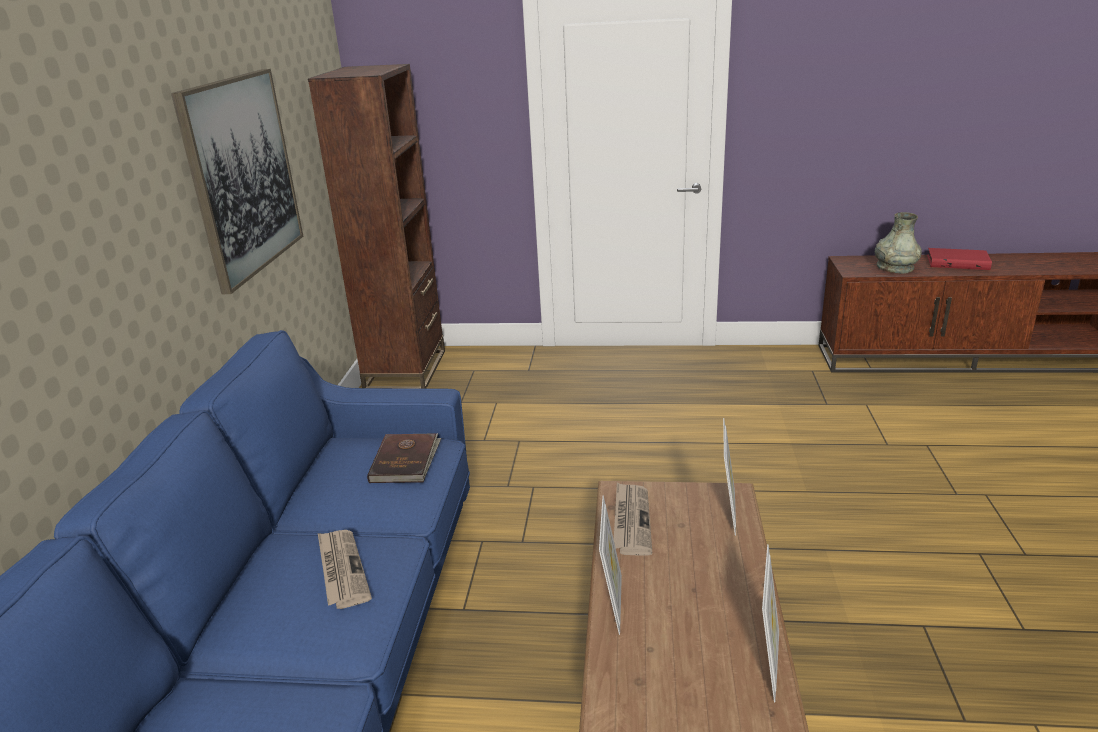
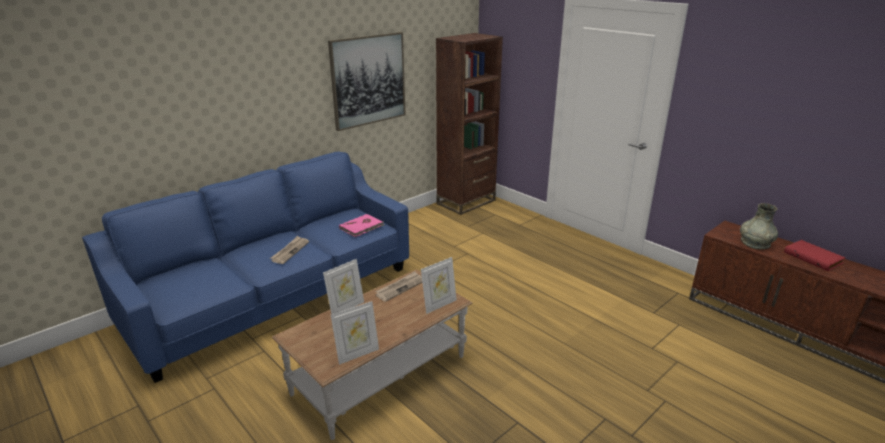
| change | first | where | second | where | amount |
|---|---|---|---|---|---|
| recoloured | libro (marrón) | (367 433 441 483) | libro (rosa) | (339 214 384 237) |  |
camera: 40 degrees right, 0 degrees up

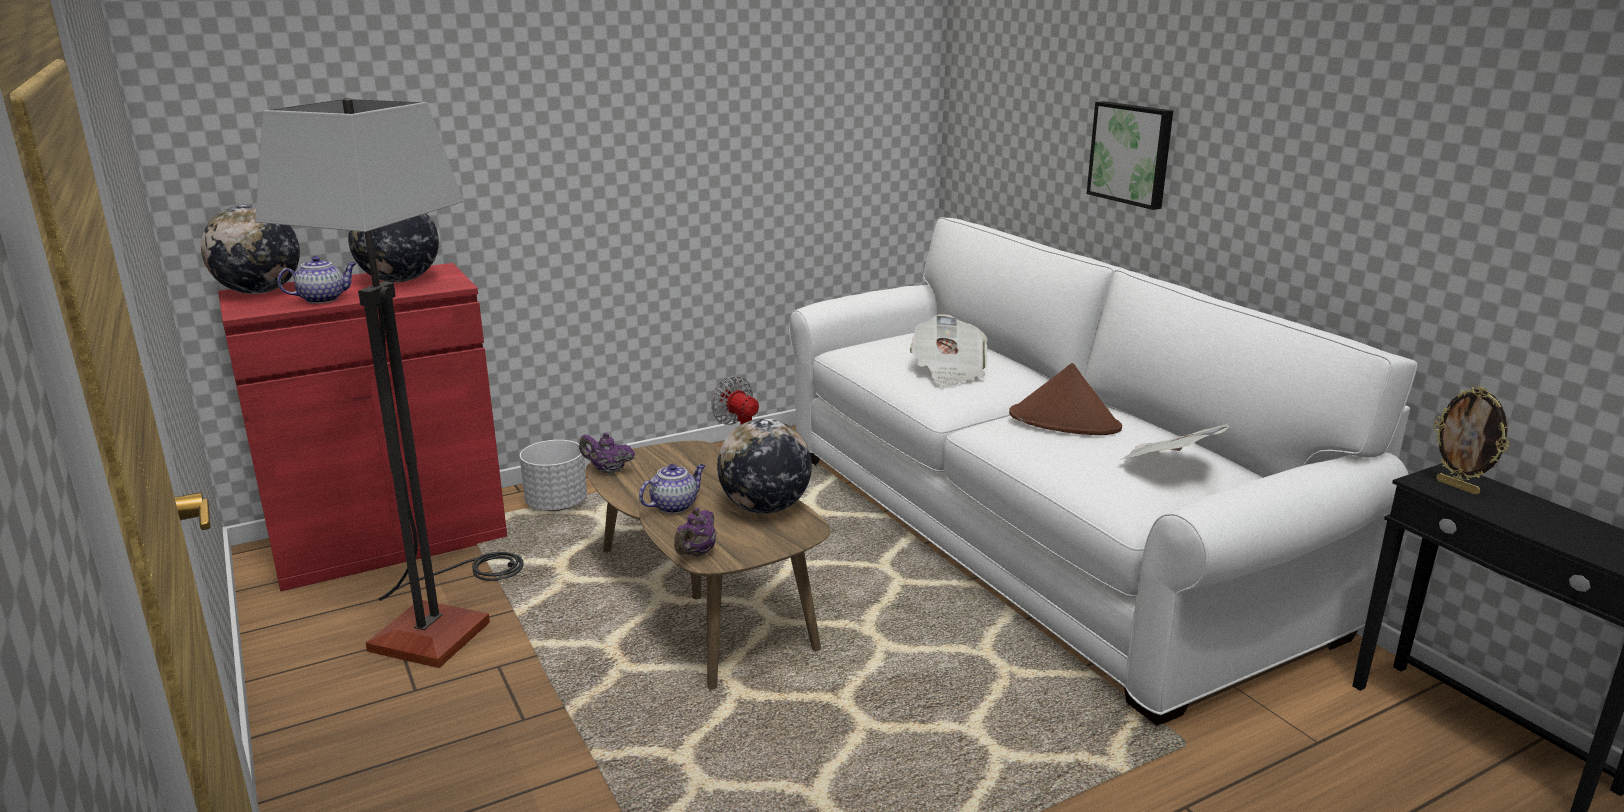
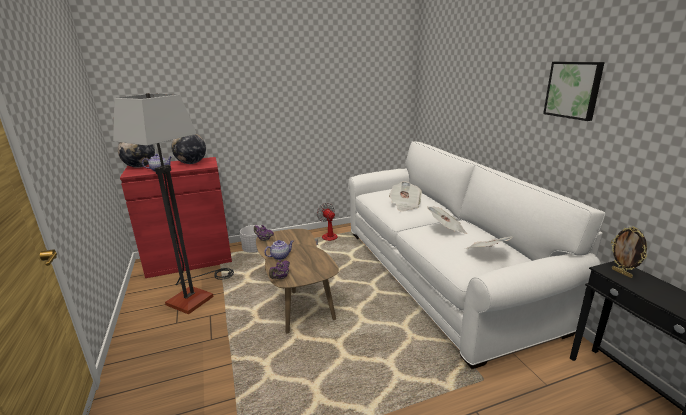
| change | first | where | second | where | amount |
|---|---|---|---|---|---|
| removed | globo terráqueo | (717 418 812 514) |  |  |  |
| replaced | sombrero (marrón) | (1009 363 1122 435) | periódico | (427 206 468 234) |  |
| moved | cuadro | (1087 101 1173 210) |  | (543 62 605 121) |  |
camera: 10 degrees right, 0 degrees up

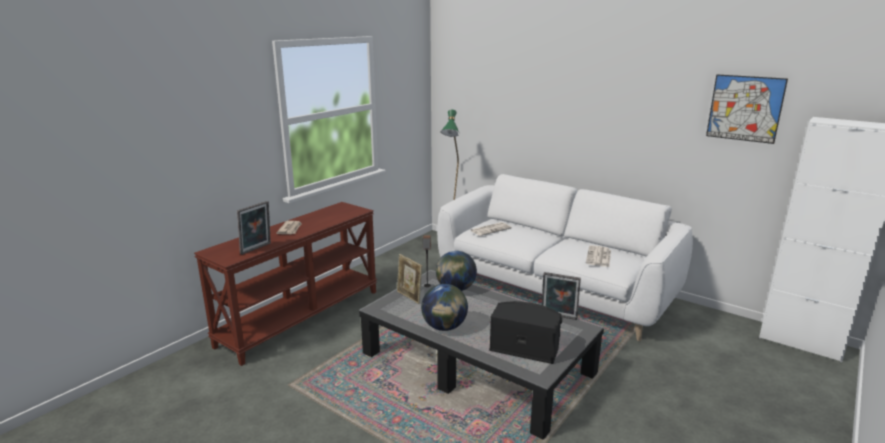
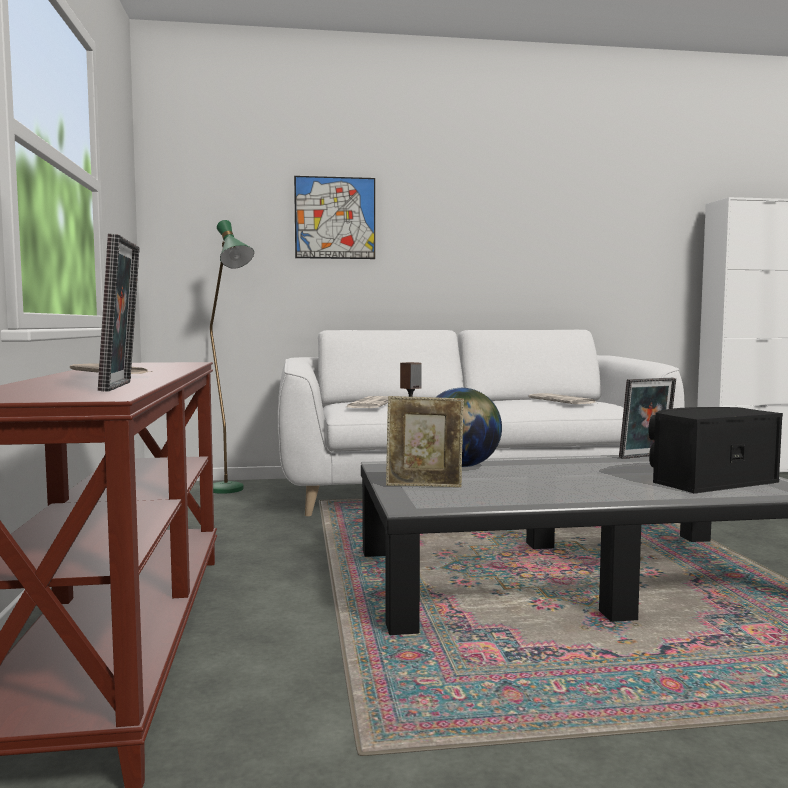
| change | first | where | second | where | amount |
|---|---|---|---|---|---|
| removed | globo terráqueo | (421 284 468 331) |  |  |  |
| moved | cuadro | (706 74 788 144) |  | (294 176 375 259) |  |
camera: 45 degrees left, 15 degrees down

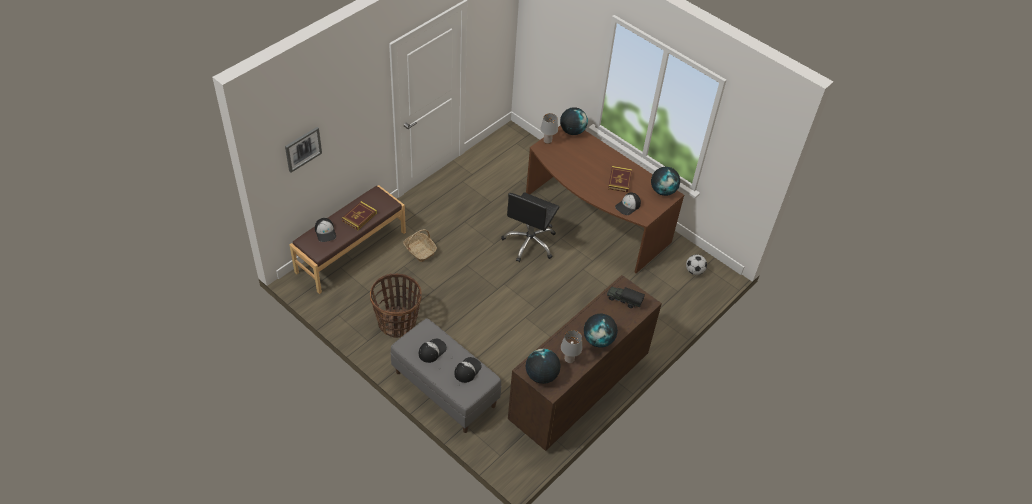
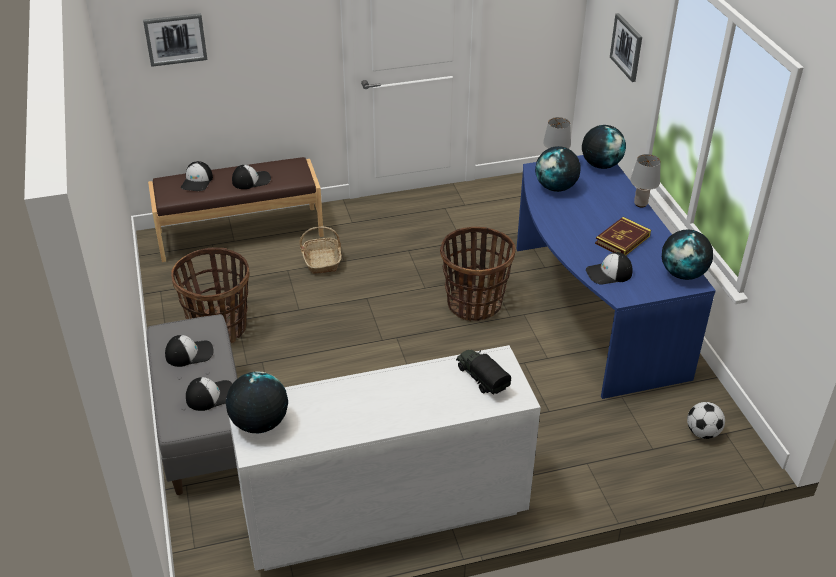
| change | first | where | second | where | amount |
|---|---|---|---|---|---|
| replaced | libro | (342 201 377 230) | gorra | (232 165 271 189) |  |
| replaced | silla de oficina (negro) | (501 192 559 262) | cesta | (440 227 515 321) |  |
| recoloured | cómoda (marrón) | (508 275 662 451) | cómoda (blanco) | (229 345 541 571) |  |
| recoloured | escritorio (marrón) | (526 125 684 273) | escritorio (azul) | (516 155 716 399) |  |
| moved | lámpara de mesa (gris) | (561 330 582 363) |  | (630 154 661 207) |  |
| moved | globo terráqueo | (584 314 618 347) |  | (535 146 581 192) |  |
| added |  |  | cuadro | (610 13 642 82) |  |
camera: 35 degrees right, 10 degrees down

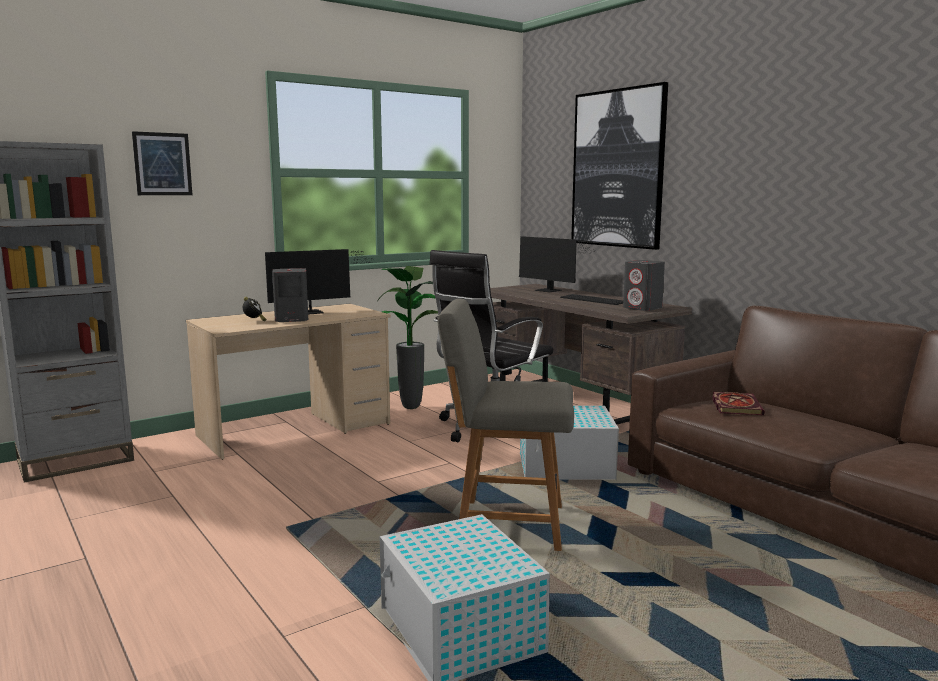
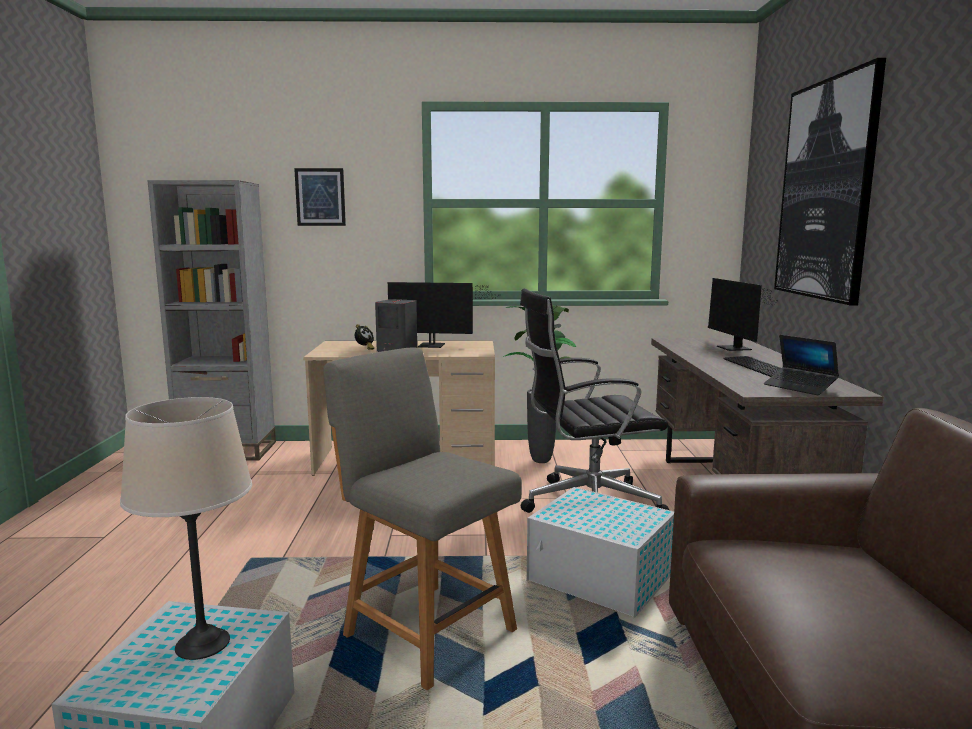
| change | first | where | second | where | amount |
|---|---|---|---|---|---|
| replaced | altavoz (gris) | (623 260 665 311) | portátil | (764 335 839 395) |  |
| removed | libro | (712 392 765 415) |  |  |  |
| added |  |  | lámpara de mesa (beis) | (120 397 252 660) |  |
camera: 35 degrees right, 0 degrees up

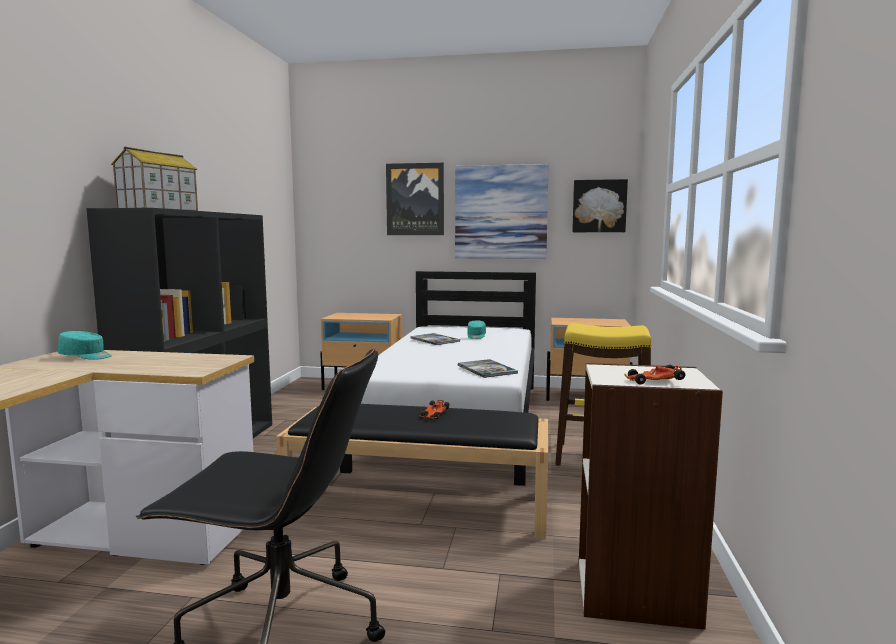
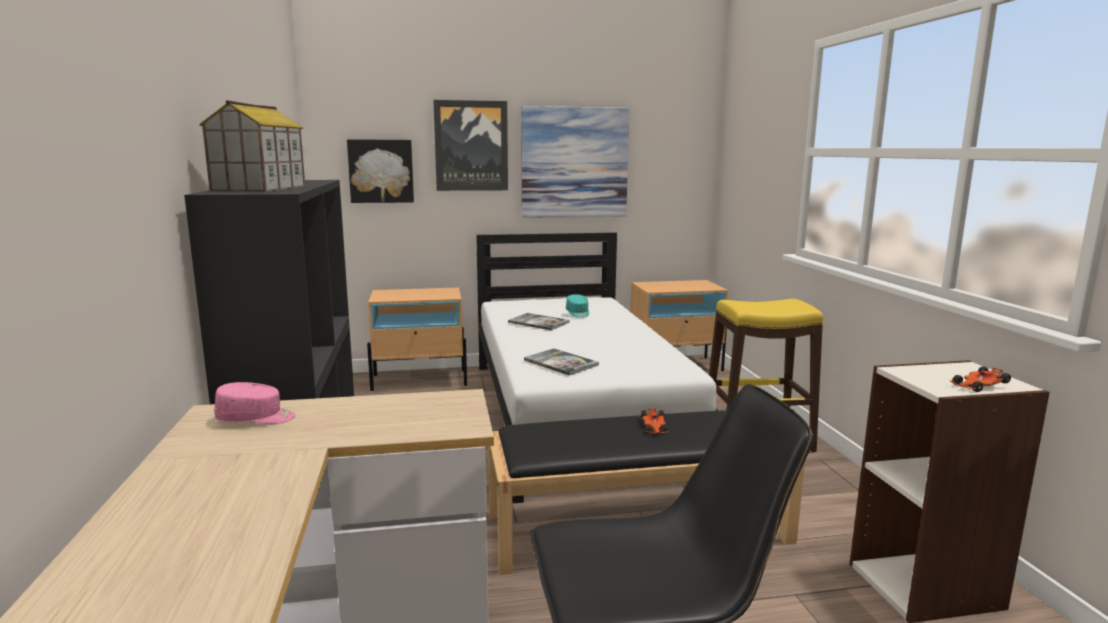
| change | first | where | second | where | amount |
|---|---|---|---|---|---|
| recoloured | gorra (turquesa) | (58 331 112 360) | gorra (rosa) | (214 382 296 424) |  |
| moved | libro | (458 359 518 378) |  | (524 348 599 375) |  |
| moved | cuadro | (572 179 628 232) |  | (347 139 414 203) |  |
camera: 20 degrees left, 5 degrees up

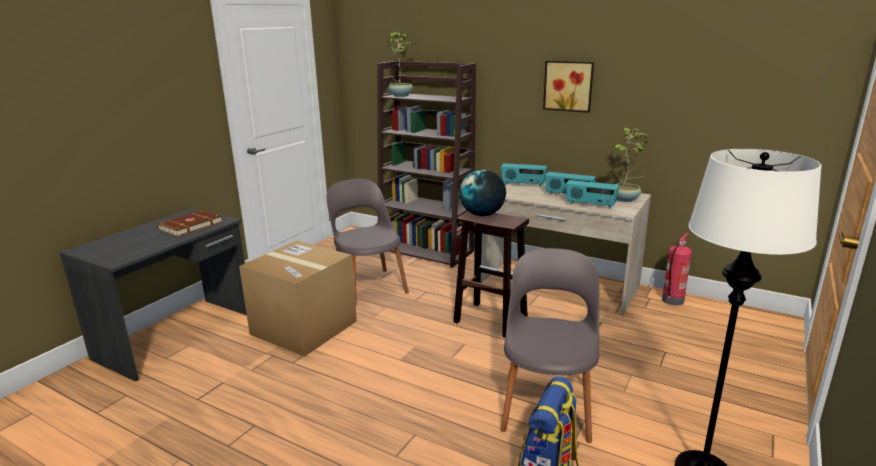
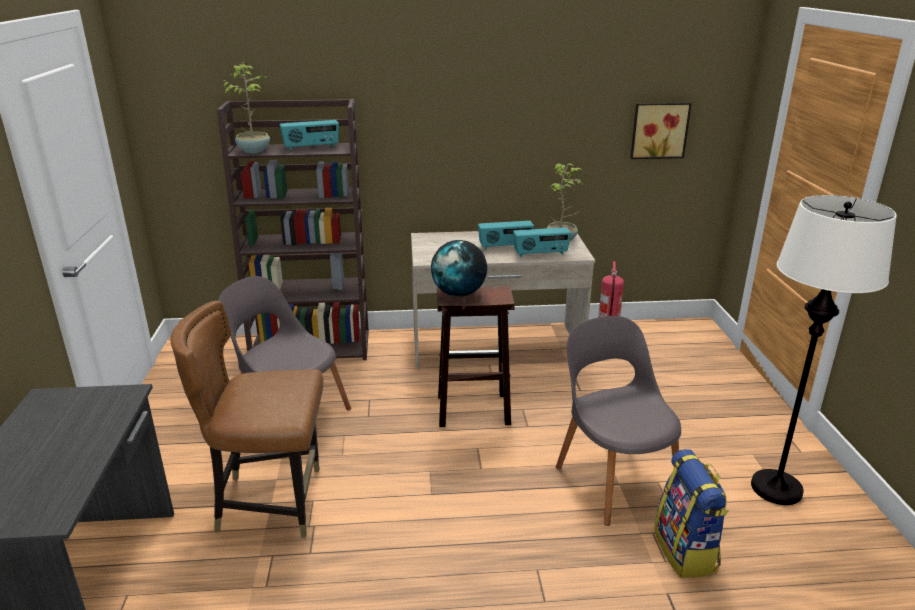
| change | first | where | second | where | amount |
|---|---|---|---|---|---|
| removed | libro (marrón) | (157 210 223 237) |  |  |  |
| replaced | caja de cartón | (239 241 357 356) | silla (marrón) | (170 301 323 538) |  |
| moved | radio | (501 163 547 187) |  | (280 120 339 151) |  |
| moved | cuadro | (543 61 594 113) |  | (630 103 692 159) |  |
camera: 35 degrees left, 5 degrees up

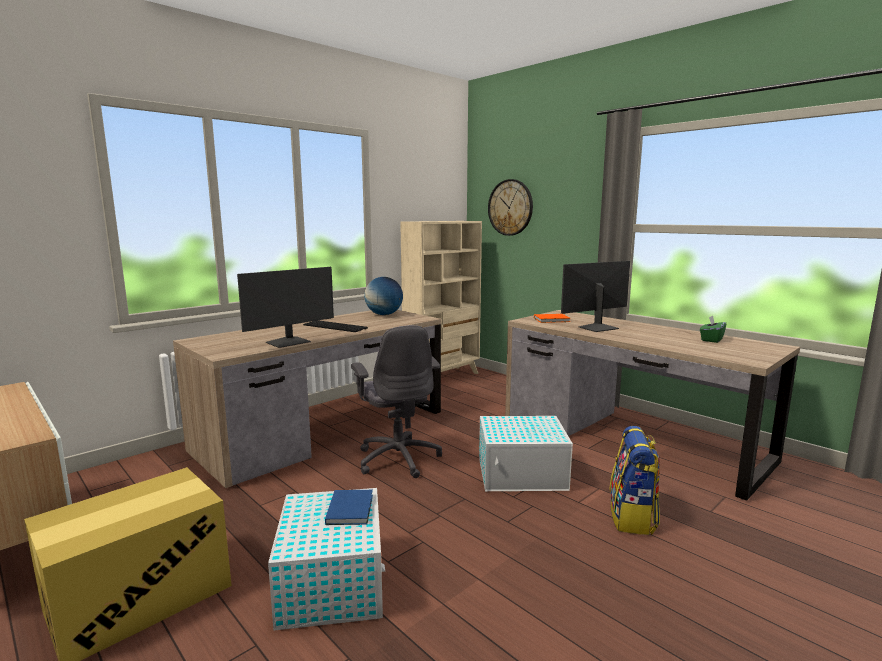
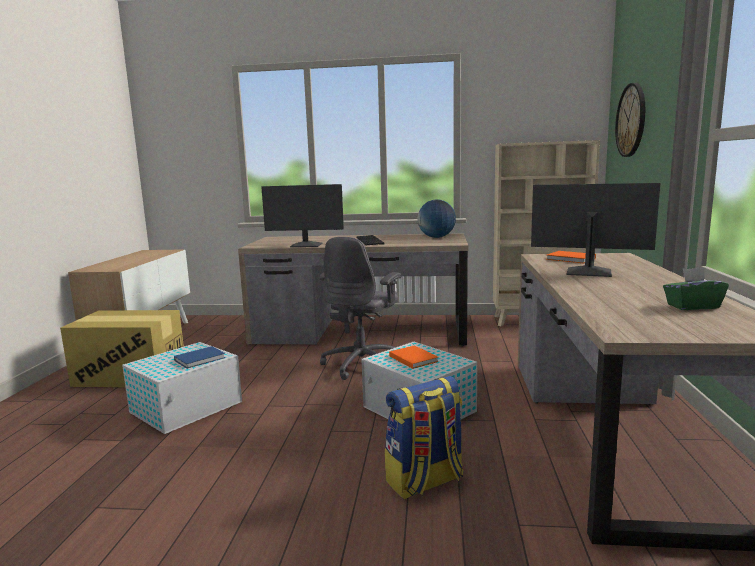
| change | first | where | second | where | amount |
|---|---|---|---|---|---|
| added |  |  | libro (naranja) | (389 345 439 369) |  |
camera: 50 degrees right, 0 degrees up

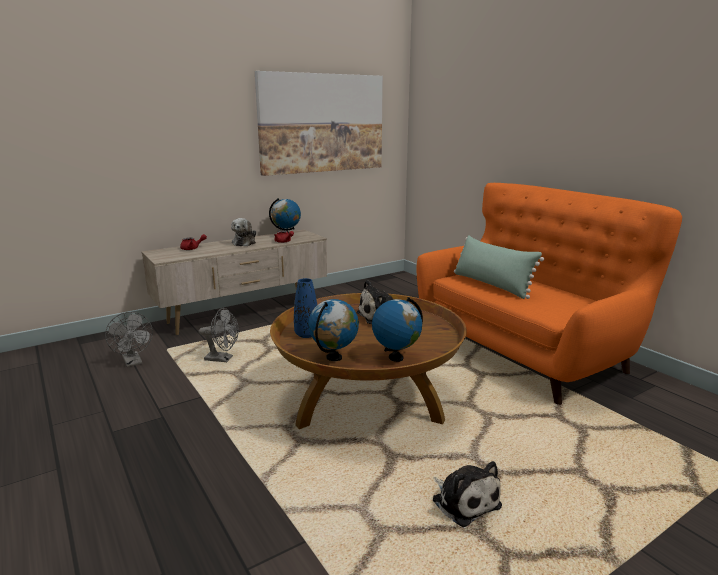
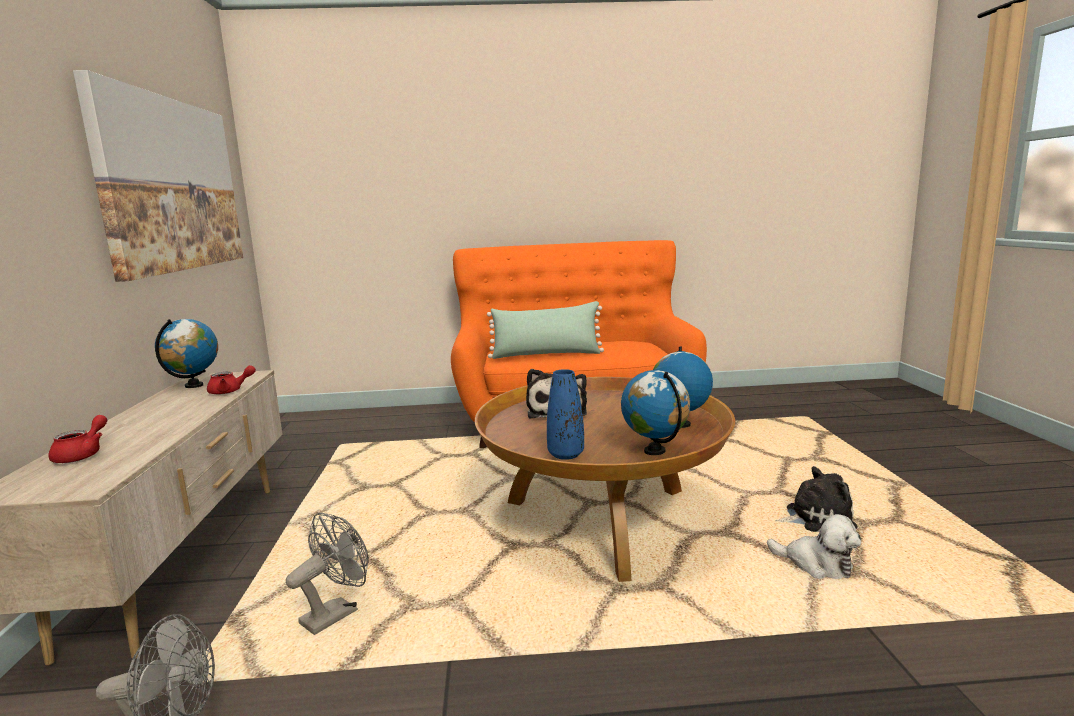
| change | first | where | second | where | amount |
|---|---|---|---|---|---|
| moved | peluche | (231 218 256 246) |  | (767 514 861 579) |  |
camera: 60 degrees left, 5 degrees down

